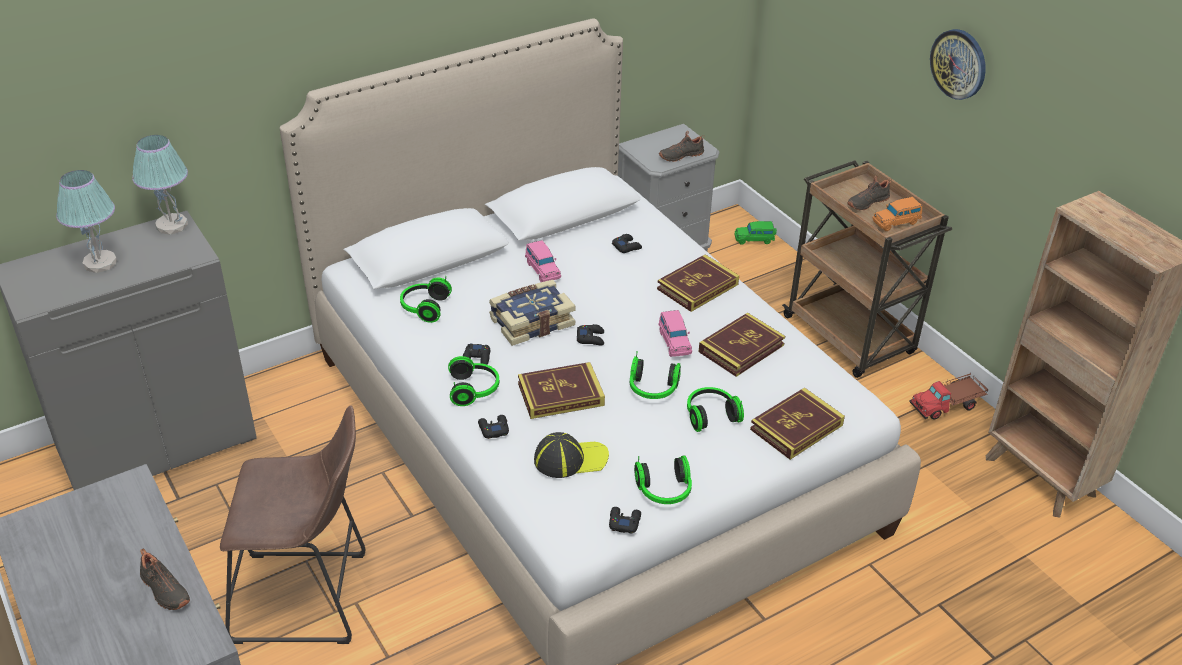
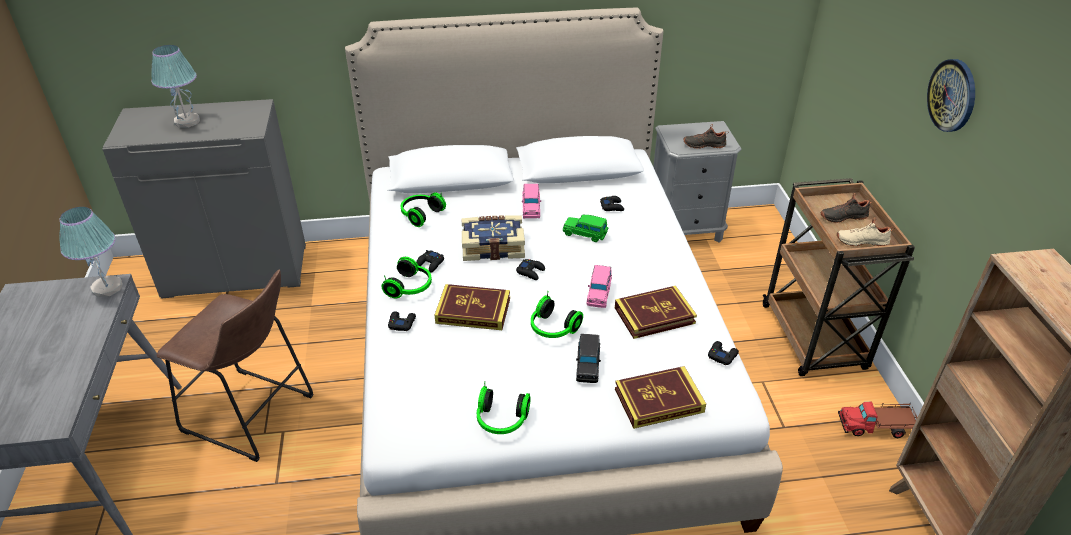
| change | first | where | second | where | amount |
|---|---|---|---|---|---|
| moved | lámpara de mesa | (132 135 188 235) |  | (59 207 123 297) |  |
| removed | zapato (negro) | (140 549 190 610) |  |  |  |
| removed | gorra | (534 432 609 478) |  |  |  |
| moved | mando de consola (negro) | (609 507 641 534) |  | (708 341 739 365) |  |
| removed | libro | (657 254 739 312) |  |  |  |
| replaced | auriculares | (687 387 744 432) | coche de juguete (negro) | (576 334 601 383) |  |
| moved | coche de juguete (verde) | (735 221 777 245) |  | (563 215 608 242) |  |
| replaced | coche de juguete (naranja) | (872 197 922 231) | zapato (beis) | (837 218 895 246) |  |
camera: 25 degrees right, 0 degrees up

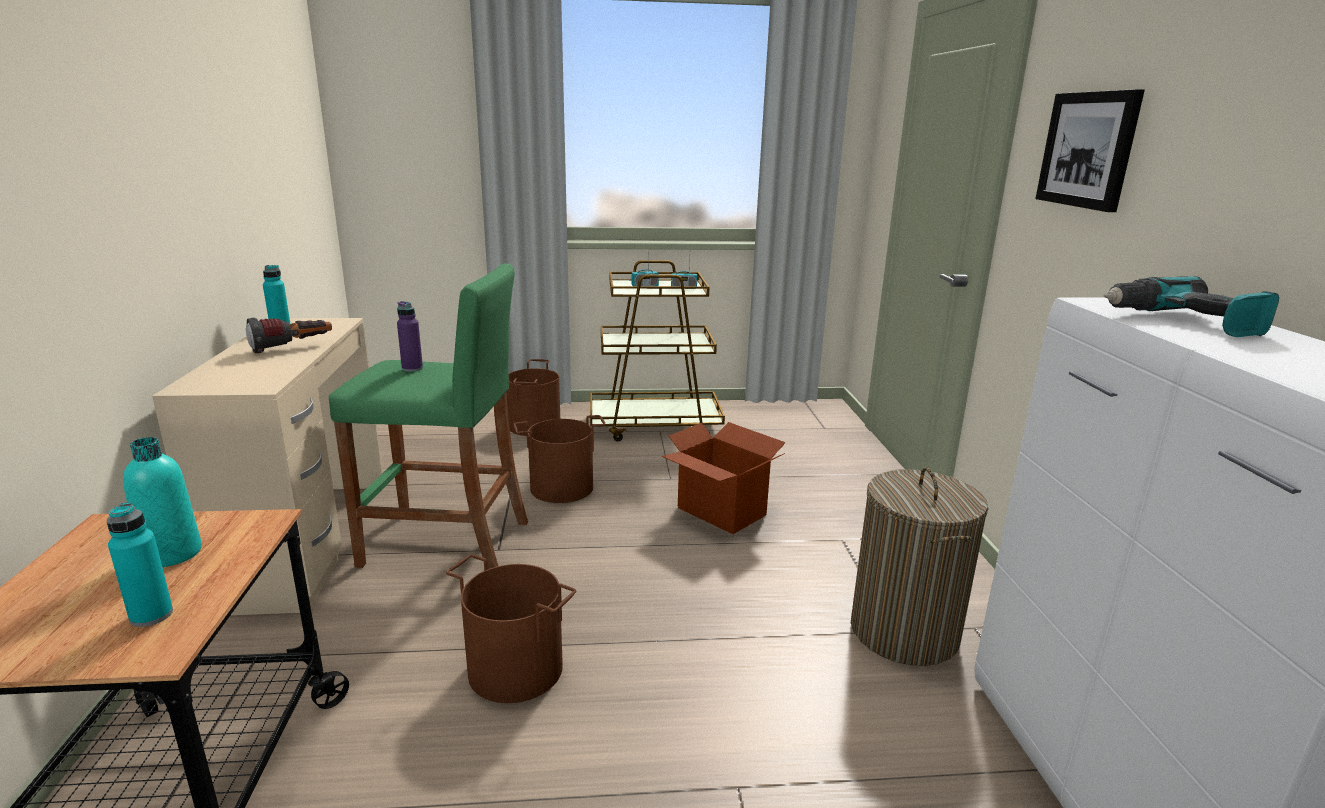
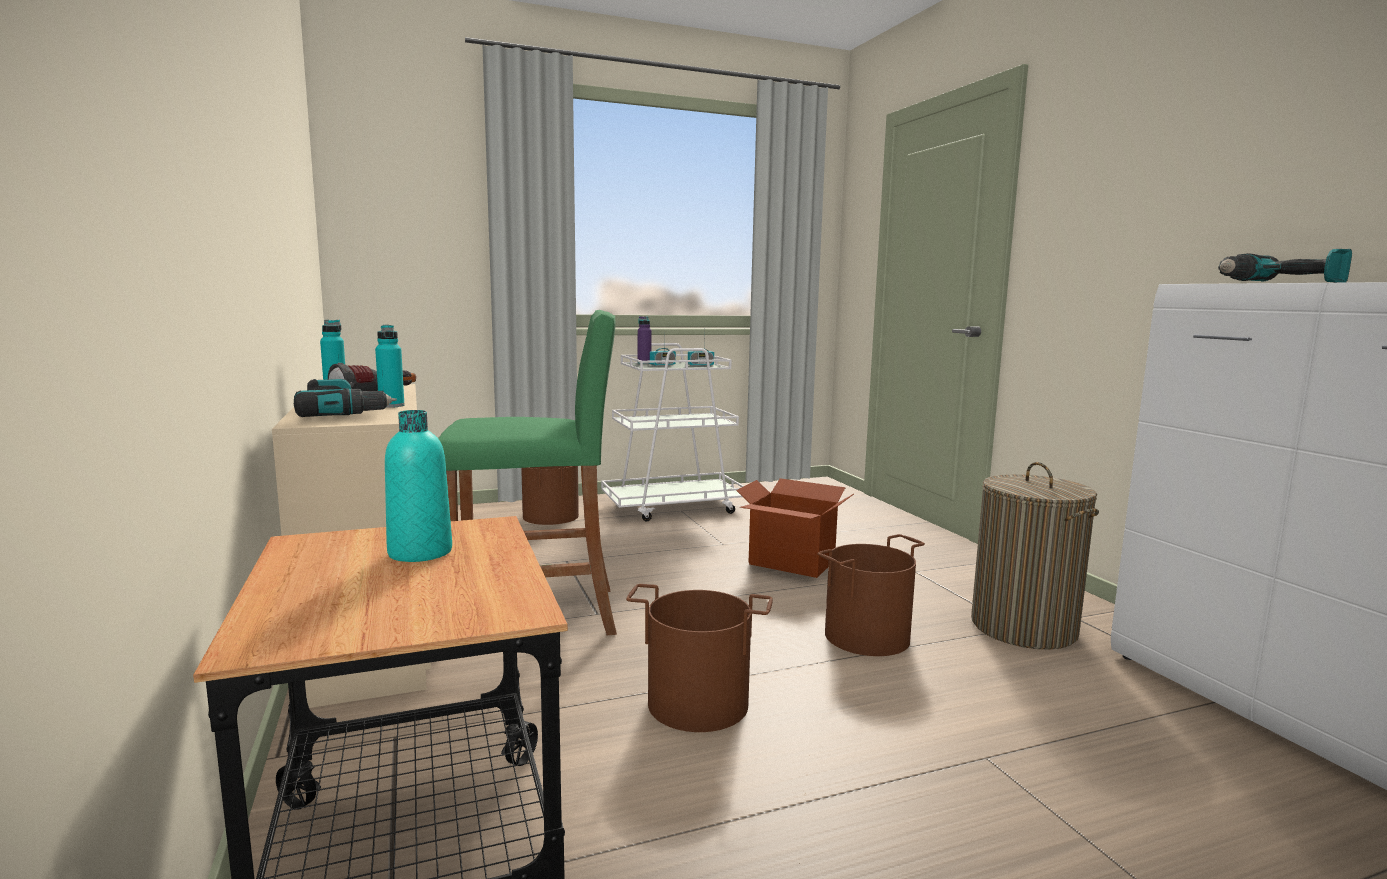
| change | first | where | second | where | amount |
|---|---|---|---|---|---|
| moved | botella (turquesa) | (107 502 173 627) |  | (375 325 405 408) |  |
| moved | botella (morado) | (397 301 423 372) |  | (638 316 652 364) |  |
| moved | cubo (marrón) | (513 415 606 503) |  | (817 534 925 656) |  |
| recoloured | carrito (marrón) | (590 260 725 441) | carrito (blanco) | (601 343 744 521) |  |
| removed | cuadro | (1035 89 1145 212) |  |  |  |
| added |  |  | taladro | (294 379 397 417) |  |
camera: 15 degrees left, 10 degrees down

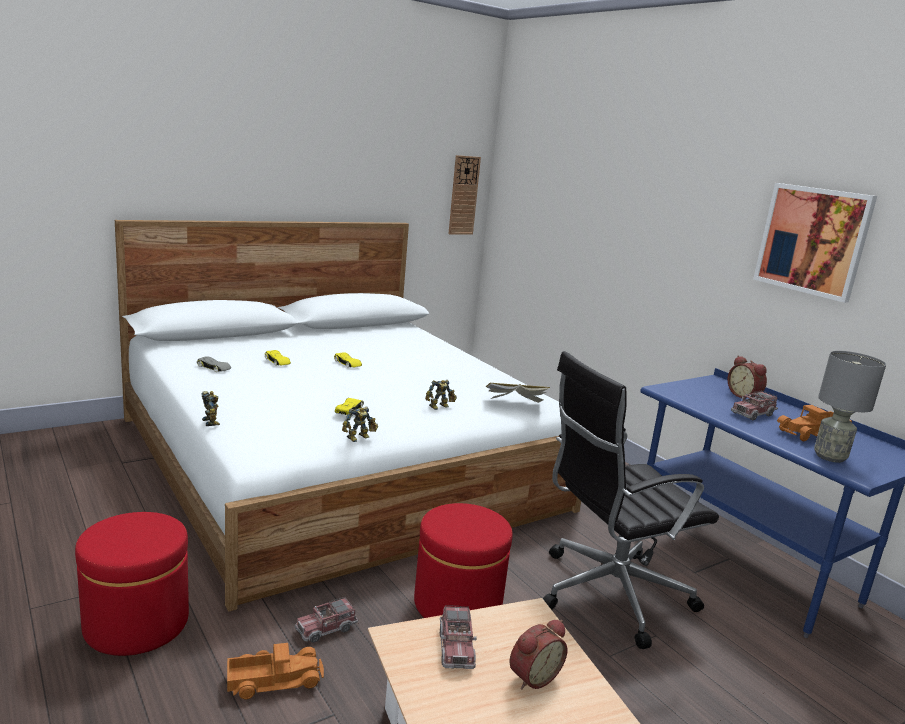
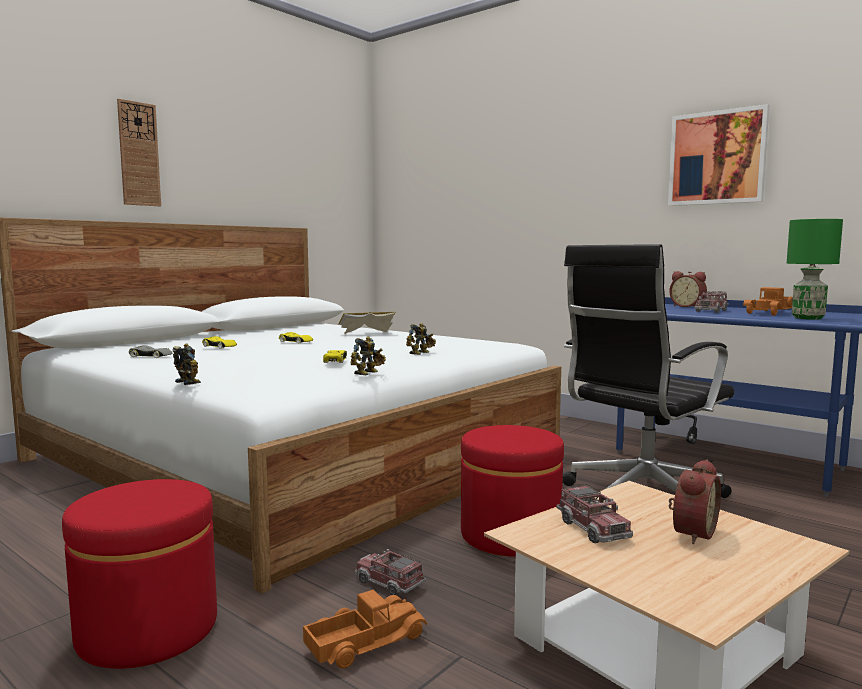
| change | first | where | second | where | amount |
|---|---|---|---|---|---|
| turned | camión de juguete | (295 597 358 643) |  | (355 549 426 596) | 90 degrees clockwise |
| moved | reloj de pared | (448 155 481 235) |  | (117 99 161 206) |  |
| moved | libro | (486 383 550 403) |  | (339 312 396 334) |  |
| recoloured | lámpara de mesa (gris) | (814 351 886 463) | lámpara de mesa (verde) | (787 219 843 320) |  |
camera: 15 degrees left, 10 degrees down

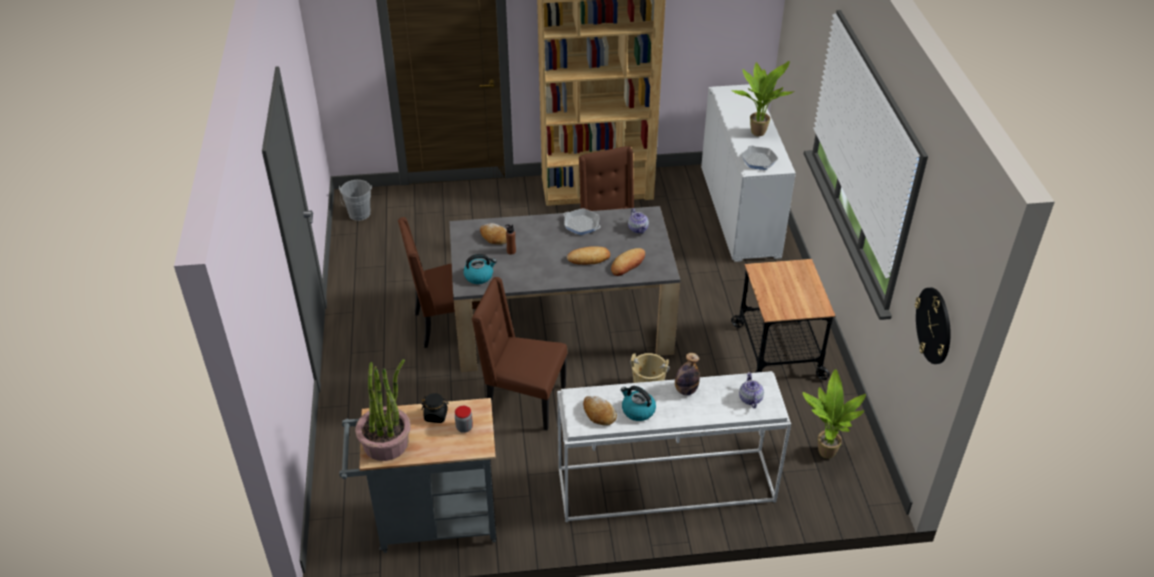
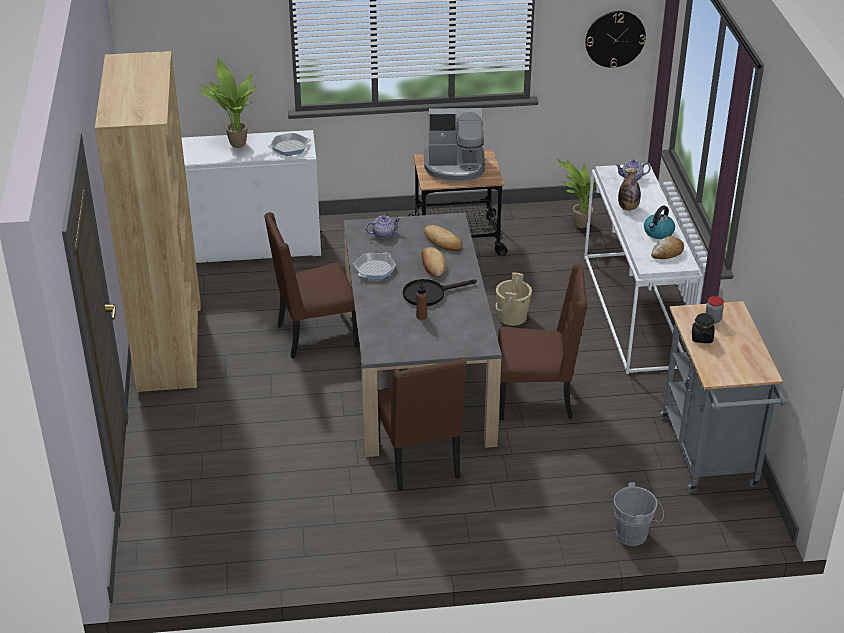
| change | first | where | second | where | amount |
|---|---|---|---|---|---|
| moved | cubo (gris) | (339 180 372 221) |  | (614 482 664 546) |  |
| removed | planta en maceta | (355 359 411 461) |  |  |  |
| removed | hervidor | (463 254 497 284) |  |  |  |
| turned | silla (marrón) | (472 277 568 430) |  | (498 264 587 420) | 105 degrees counterclockwise |
| removed | pan | (480 223 507 245) |  |  |  |
| added |  |  | sartén (negro) | (403 279 476 306) |  |
| added |  |  | cafetera | (424 108 485 182) |  |
camera: 90 degrees left, 5 degrees down

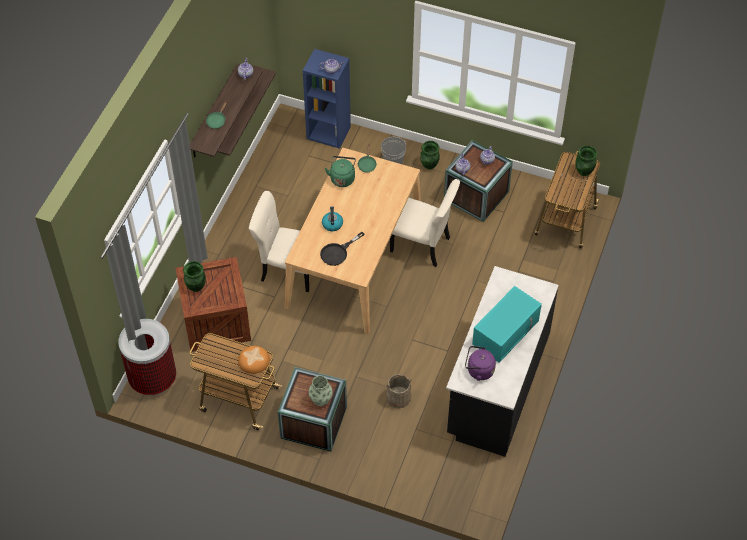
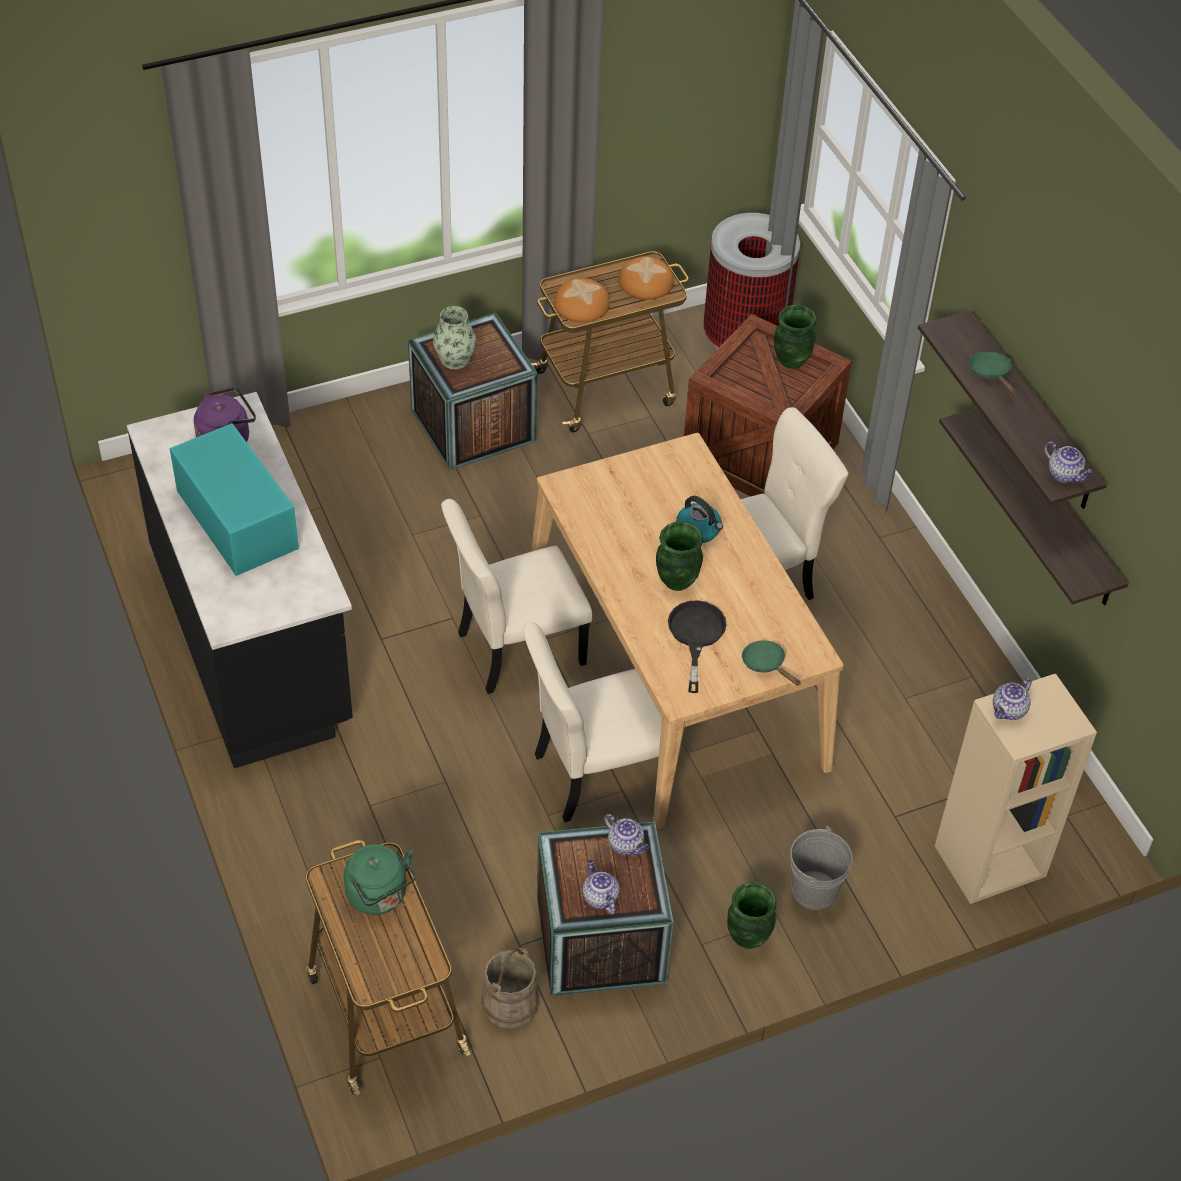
| change | first | where | second | where | amount |
|---|---|---|---|---|---|
| recoloured | estantería (azul) | (303 49 351 149) | estantería (beis) | (935 673 1097 904) |  |
| moved | sartén (negro) | (320 232 364 266) |  | (668 600 726 693) |  |
| moved | hervidor (verde) | (325 156 356 187) |  | (344 844 416 915) |  |
| moved | cubo (beis) | (386 374 412 409) |  | (481 947 540 1029) |  |
| turned | microondas (turquesa) | (472 286 542 363) |  | (170 423 299 576) | 150 degrees clockwise |
| moved | florero (verde) | (575 145 597 176) |  | (656 521 703 591) |  |
| added |  |  | silla (beis) | (441 499 592 694) |  |
| added |  |  | pan | (618 256 674 300) |  |
camera: 135 degrees right, 5 degrees down

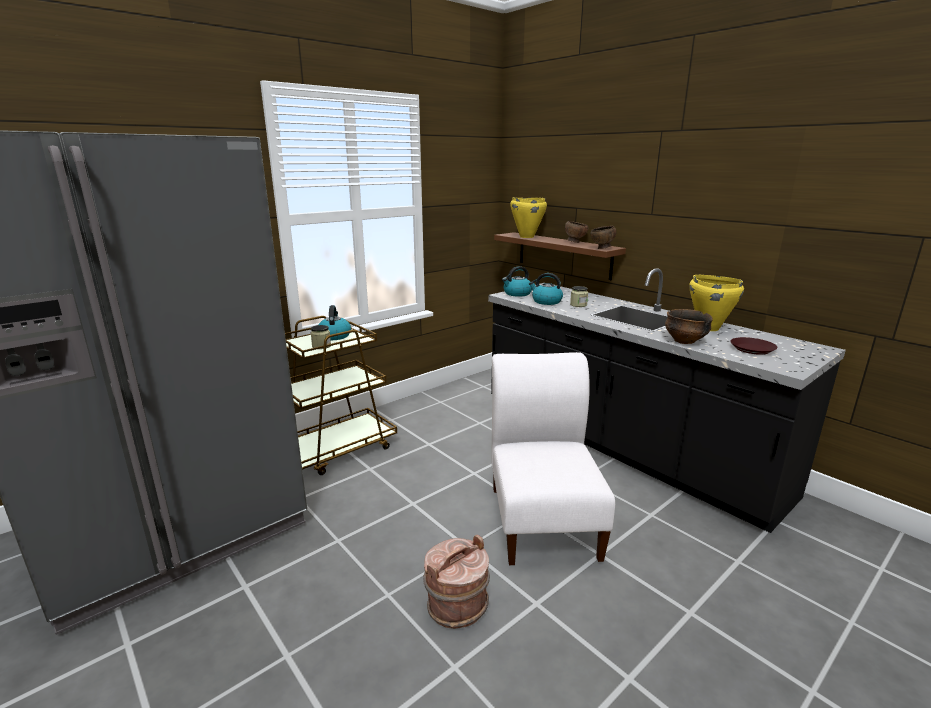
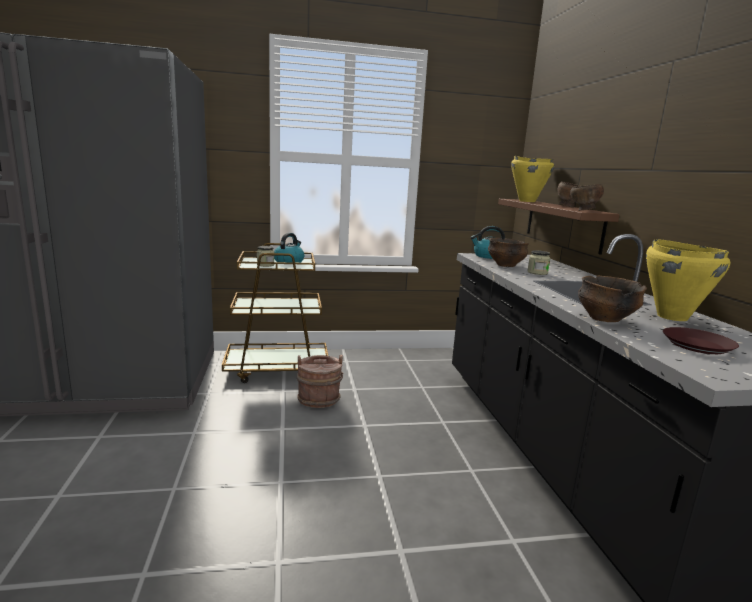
| change | first | where | second | where | amount |
|---|---|---|---|---|---|
| moved | cubo (marrón) | (423 535 490 629) |  | (296 355 344 408) |  |
| removed | silla (blanco) | (491 352 615 565) |  |  |  |
| replaced | hervidor | (529 273 563 305) | cuenco | (488 238 529 267) |  |
camera: 30 degrees right, 5 degrees down

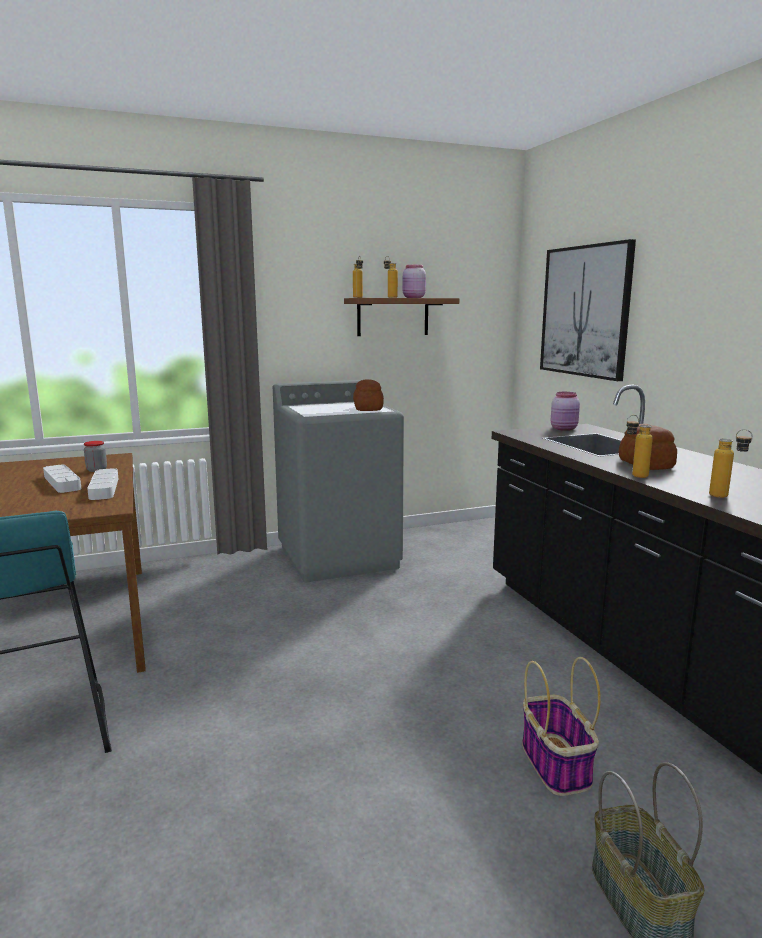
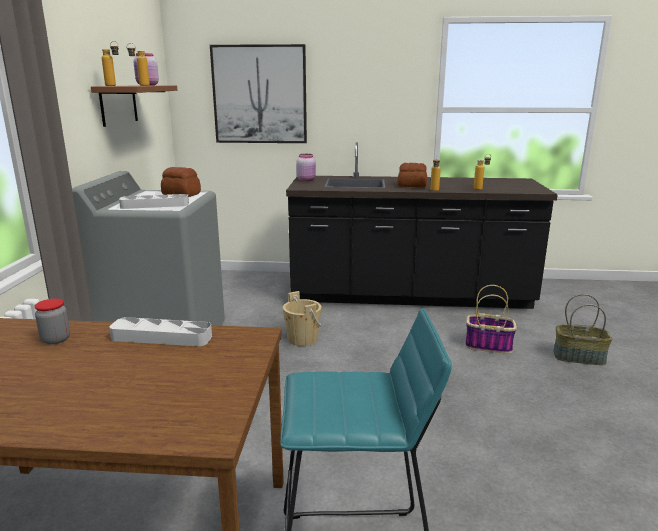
| change | first | where | second | where | amount |
|---|---|---|---|---|---|
| moved | bandeja (gris) | (43 465 81 493) |  | (119 194 189 209) |  |
| added |  |  | cubo (beis) | (283 291 321 346) |  |
camera: 65 degrees left, 5 degrees up

